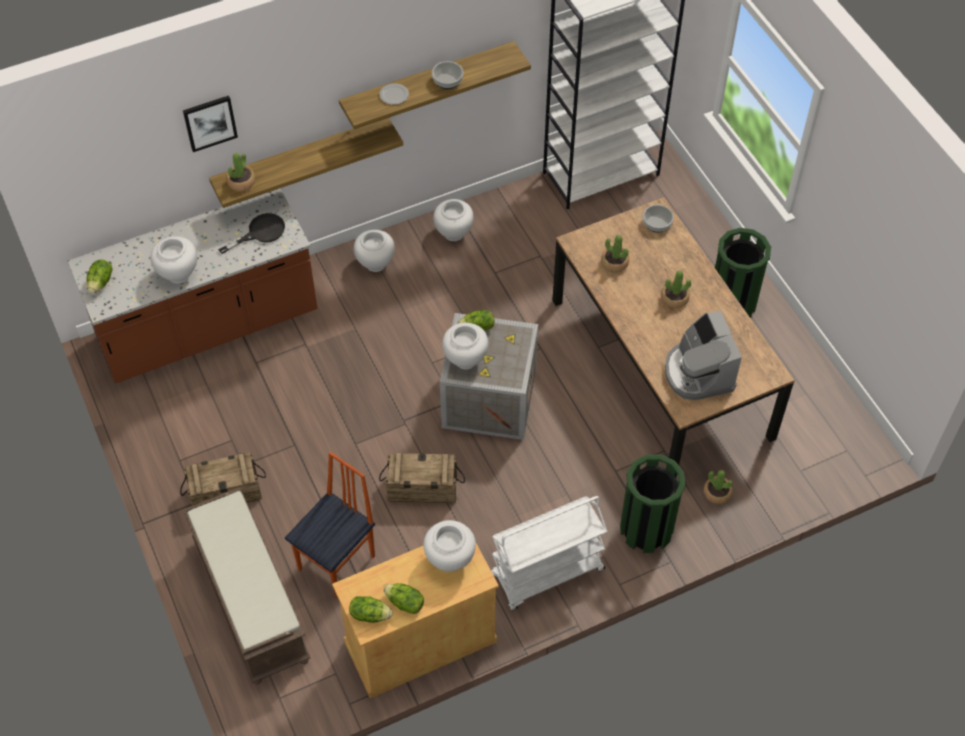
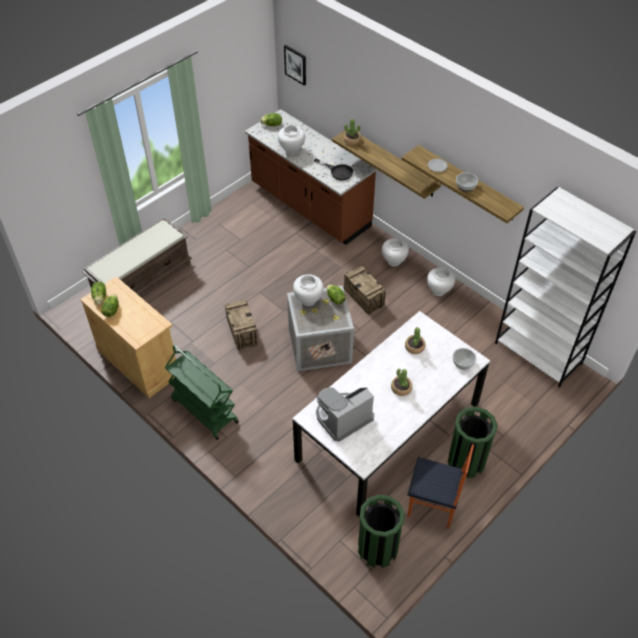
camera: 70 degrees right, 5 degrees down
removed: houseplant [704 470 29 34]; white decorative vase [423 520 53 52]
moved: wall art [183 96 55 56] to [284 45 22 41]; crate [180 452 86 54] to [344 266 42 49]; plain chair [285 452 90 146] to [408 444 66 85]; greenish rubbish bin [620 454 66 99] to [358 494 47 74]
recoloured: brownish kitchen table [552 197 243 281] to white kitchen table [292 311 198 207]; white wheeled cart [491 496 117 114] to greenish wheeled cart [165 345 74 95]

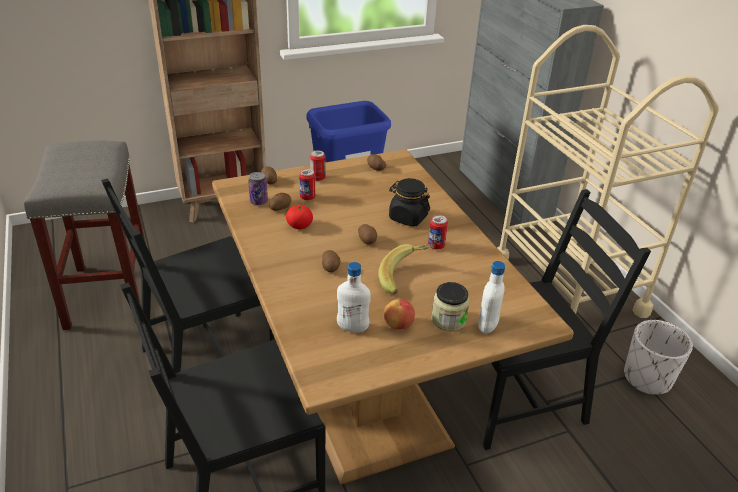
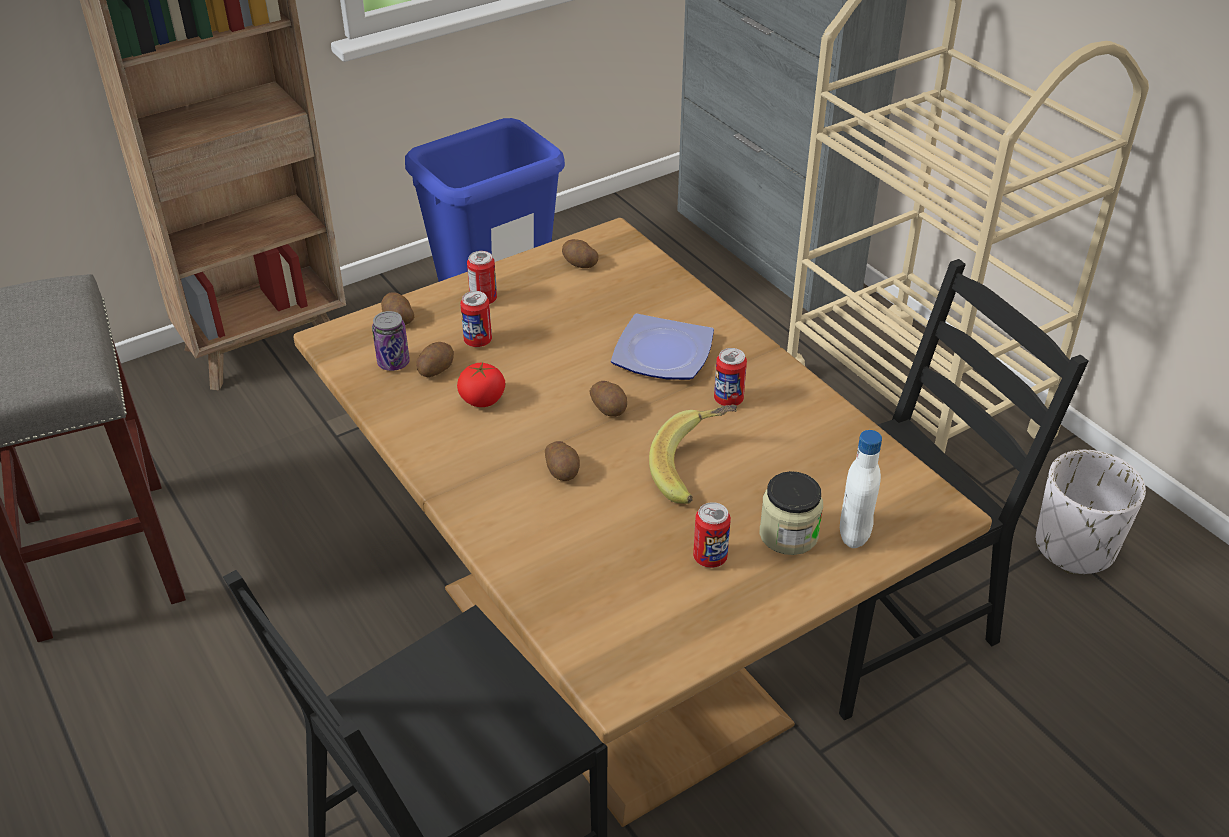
camera: 10 degrees left, 5 degrees up
removed: black plain chair [101 179 174 194]; white beverage bottle [337 262 34 71]
replaced: black storage jar [389 178 41 49] to flat dish [611 313 103 67]; apple fruit [384 299 31 30] to sealed can [693 502 38 66]

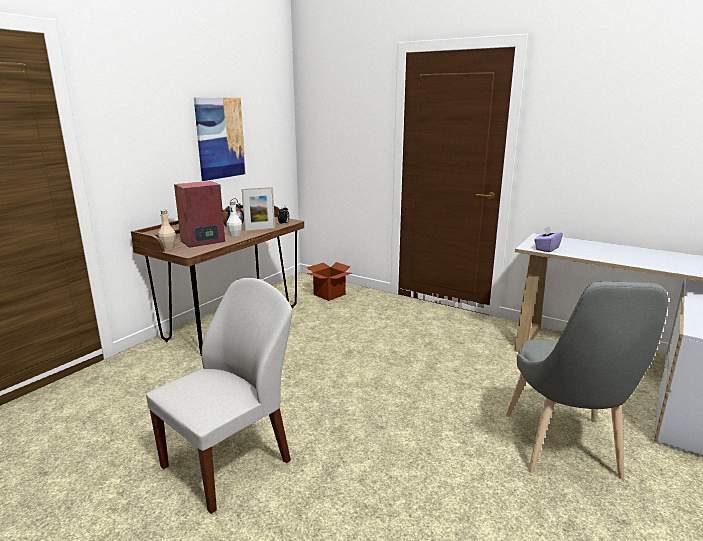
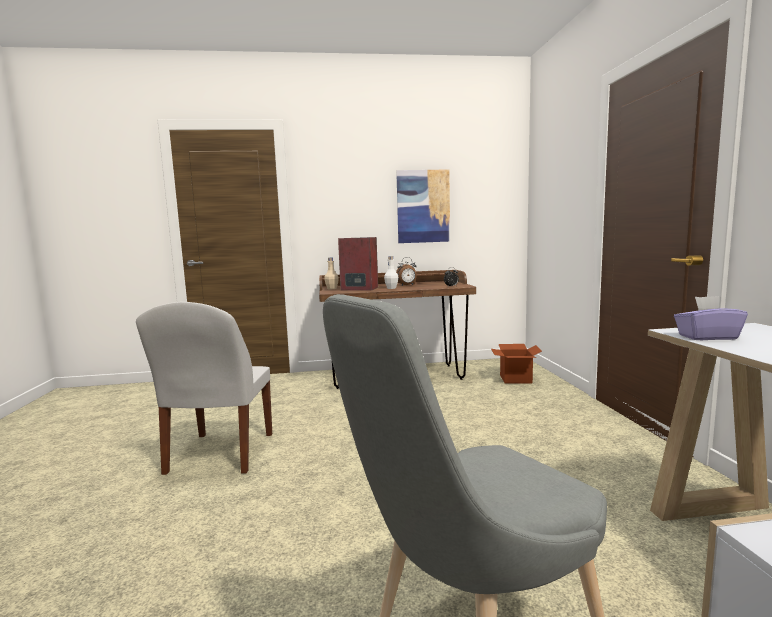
camera: 50 degrees right, 10 degrees down
removed: picture frame [242 187 33 44]
turned: white plain chair [146 278 146 236] = [136 302 136 173] 90 degrees clockwise

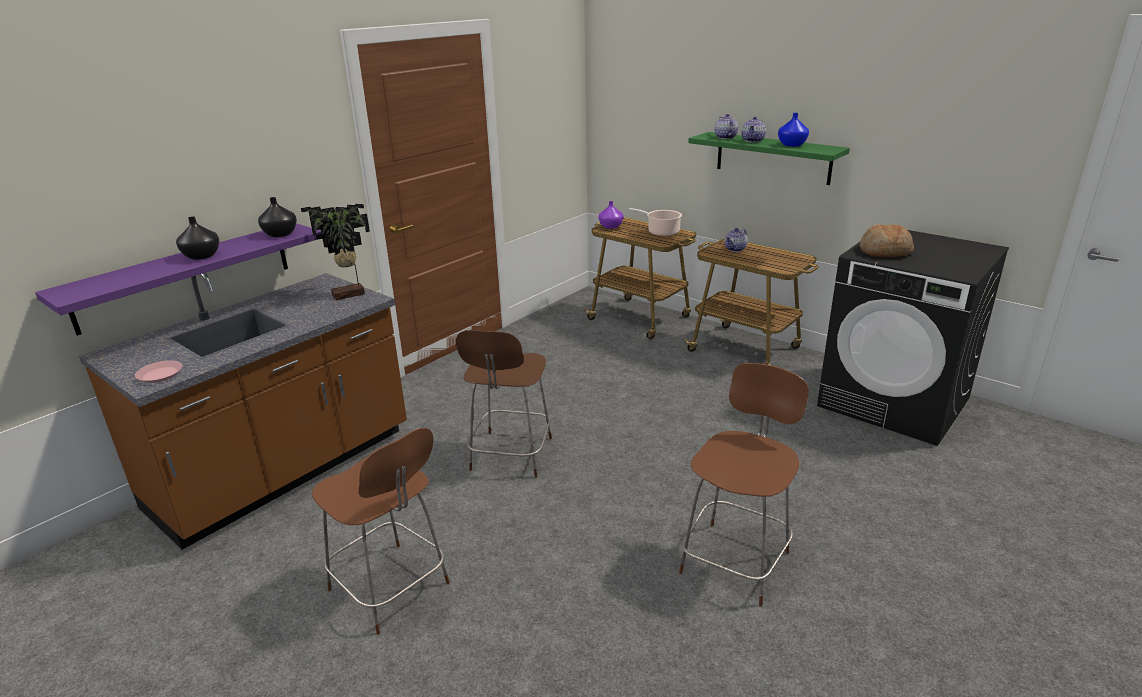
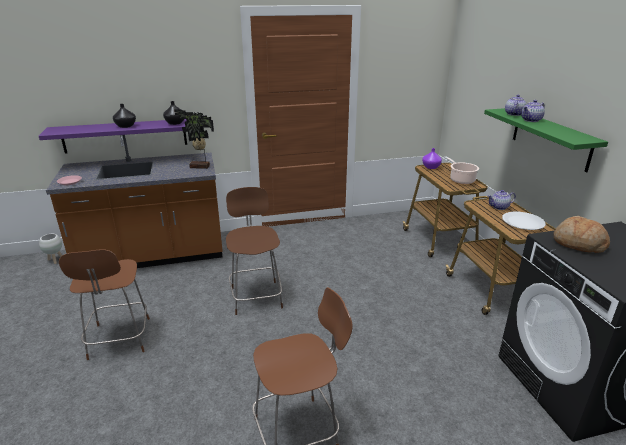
camera: 35 degrees right, 0 degrees up
removed: blue decorative vase [778 113 31 34]
added: white flat dish [502 212 44 18]; white plant pot [39 234 23 30]
turned: brownish plain chair [456 330 96 147] = [226 187 57 128] 120 degrees clockwise

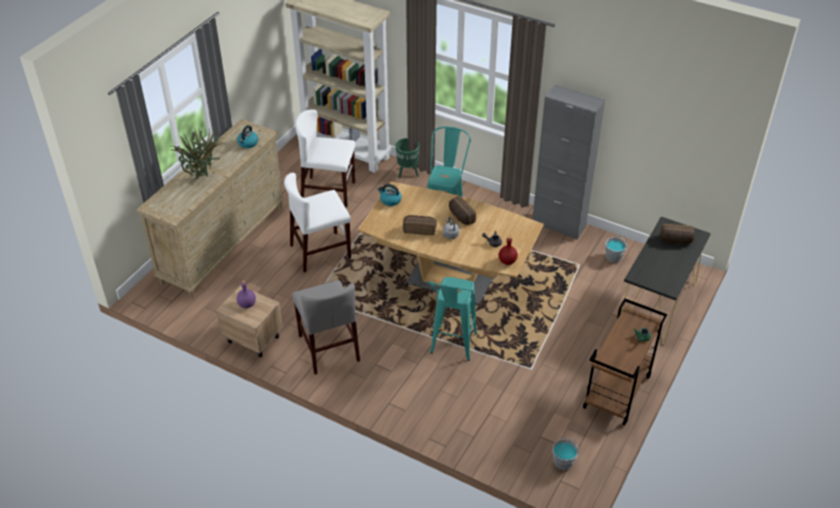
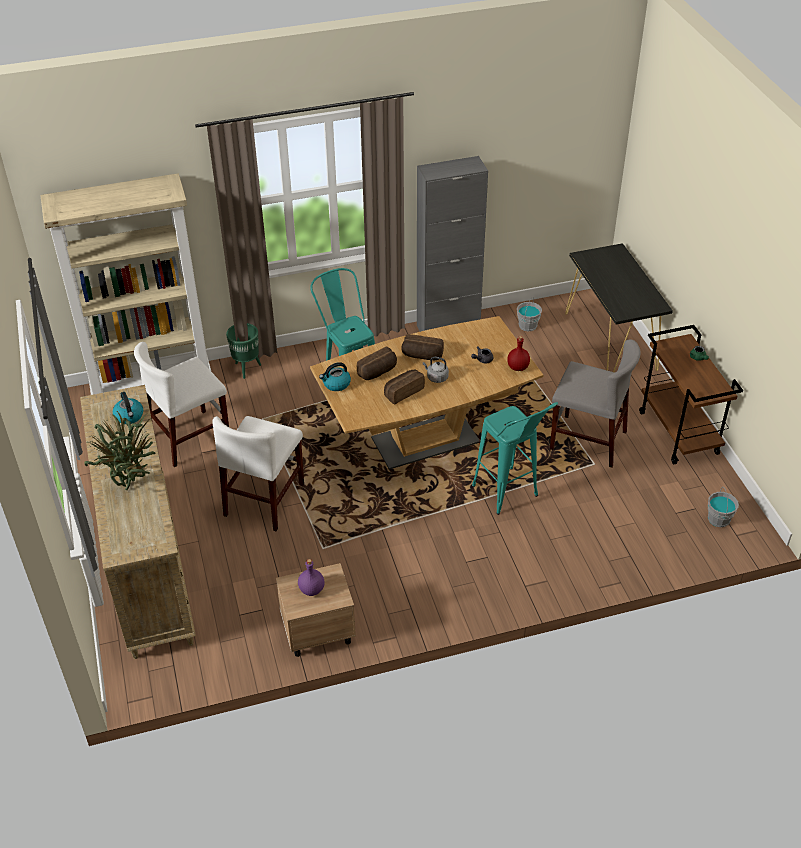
camera: 45 degrees left, 0 degrees up
moved: baked bread [660 224 35 20] to [357 346 40 34]; grey plain chair [292 280 68 95] to [550 339 90 128]

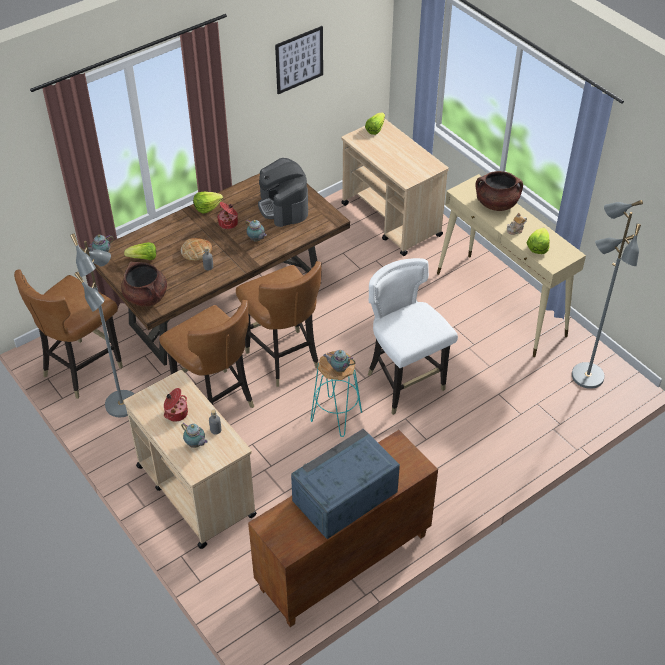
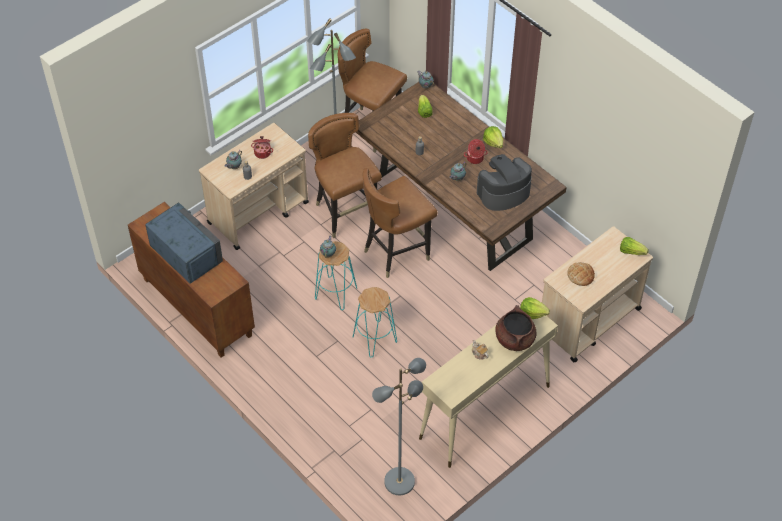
camera: 85 degrees right, 5 degrees up
removed: wall art [275 26 48 68]; brownish stockpot [121 262 46 44]
moved: lettuce [527 228 23 26] to [520 297 30 22]; baked bread [181 238 31 23] to [567 262 28 24]
replaced: white plain chair [368 258 90 157] to blue-green stool seat [353 287 44 71]
turned: brownish plain chair [159 300 95 108] = [308 113 74 125] 105 degrees clockwise

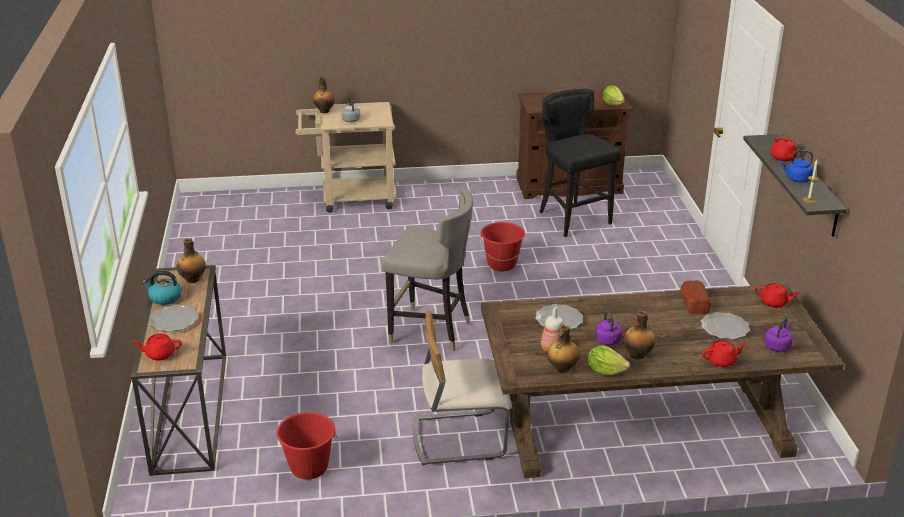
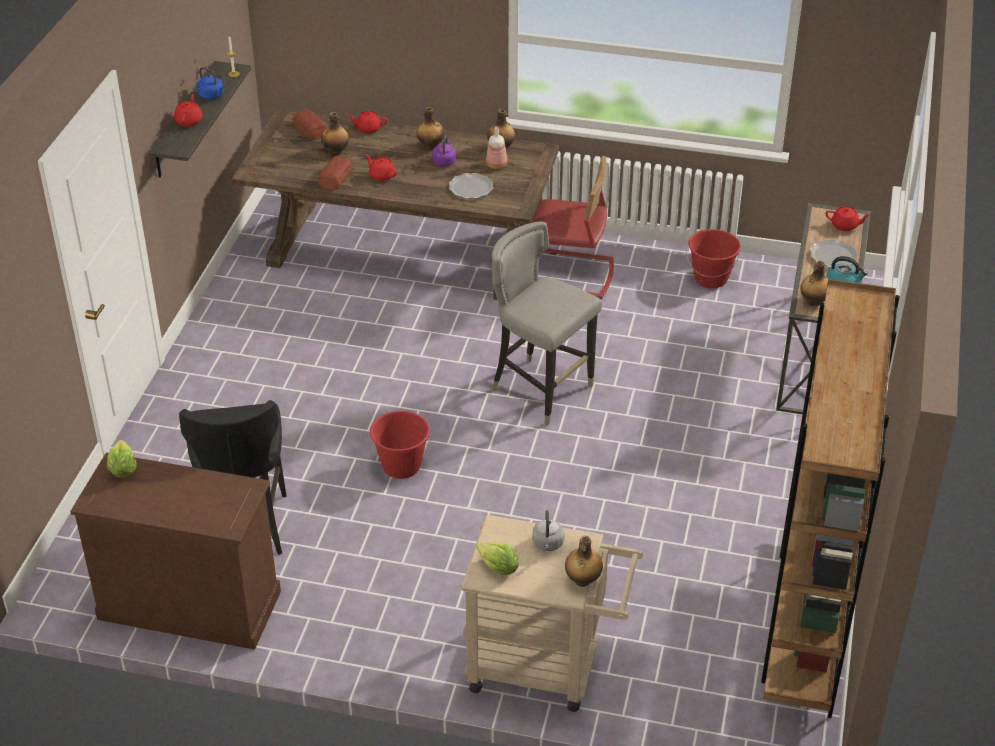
camera: 160 degrees left, 10 degrees up
added: brownish shelving unit [761 279 139 439]
moved: red tea pot [755 283 45 25] to [365 154 32 27]; lettuce [588 345 42 30] to [476 542 43 33]
replaced: flat dish [701 312 49 27] to beverage bottle [321 112 28 44]; purple-coloured kettle [764 318 29 34] to baked bread [293 109 34 31]
recoloured: beige-coloured plain chair [413 310 99 155] to red plain chair [531 156 83 143]

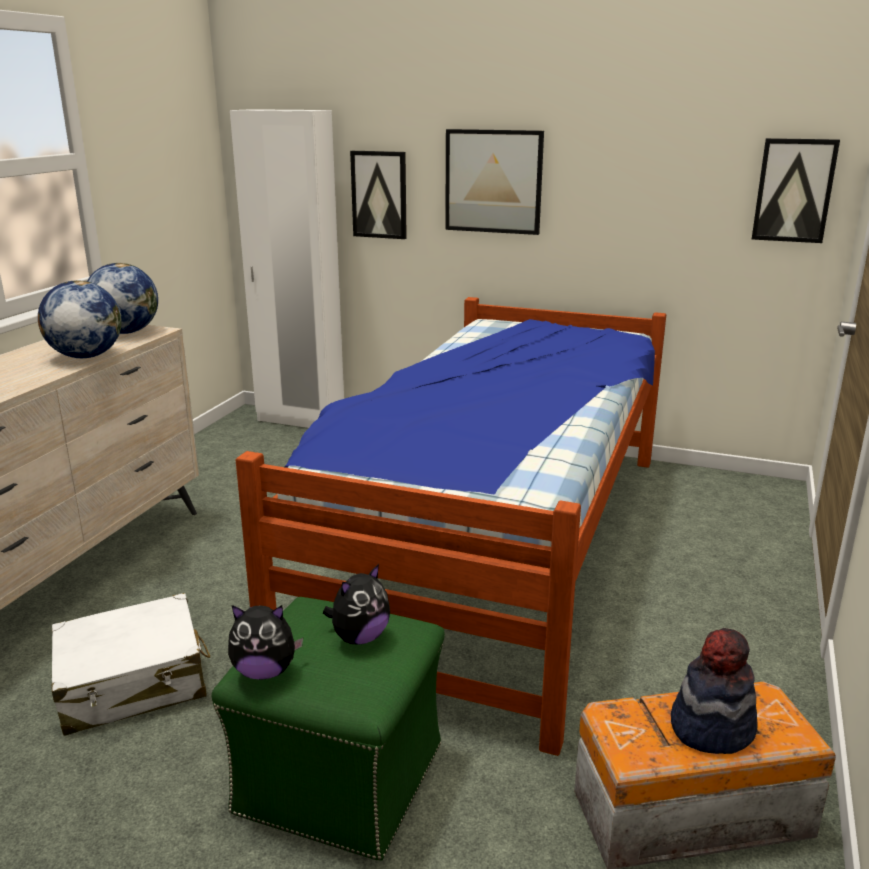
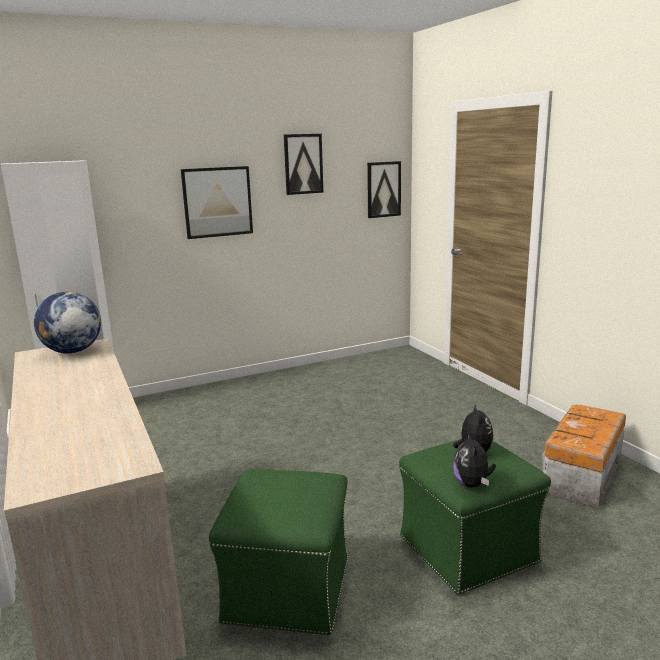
camera: 45 degrees left, 5 degrees down
removed: desk globe [38 280 84 78]; sleeping bed [236 297 430 459]; clothing hat [671 628 87 126]
moved: wall art [350 151 57 88] to [284 134 39 61]
replaced: white travel case [51 593 159 143] to greenish pouffe [209 469 139 166]
turned: soft toy [228 605 75 75] = [453 431 43 57] 135 degrees clockwise

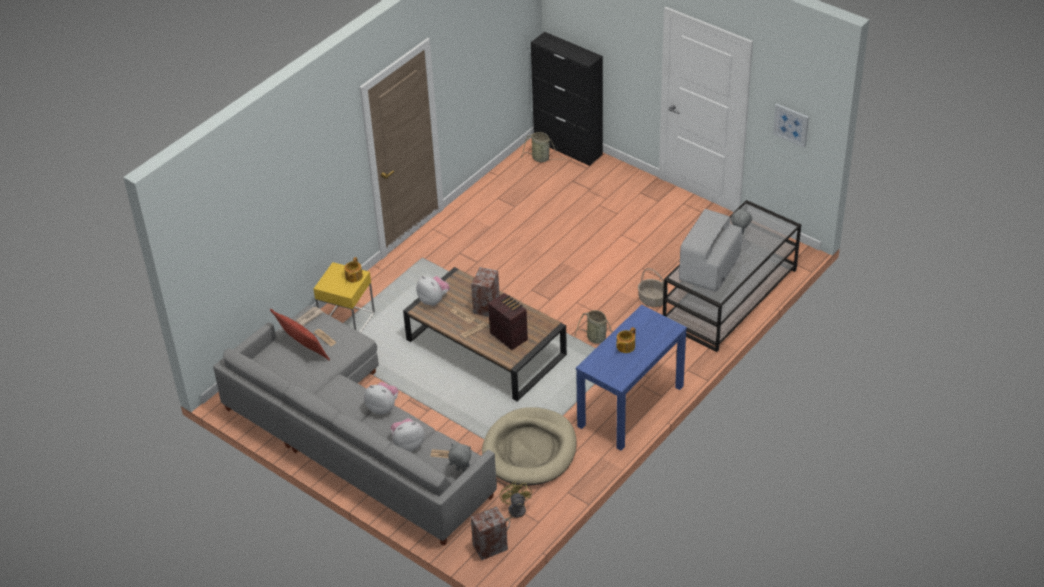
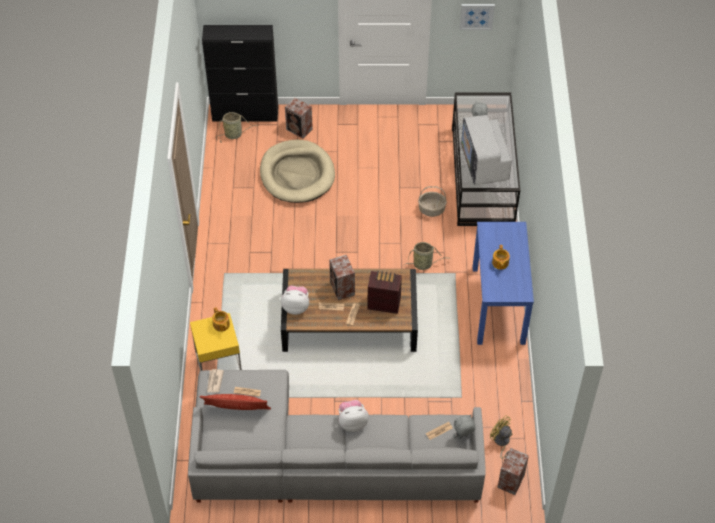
camera: 40 degrees left, 10 degrees up
removed: soft toy [391 418 33 33]
added: speaker [285 97 28 42]
moved: beige-coloured dog cushion [482 407 95 79] to [260 140 75 63]

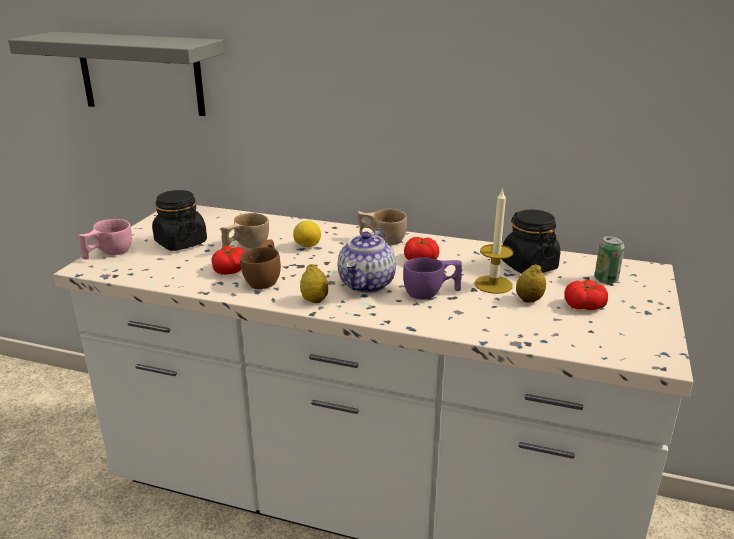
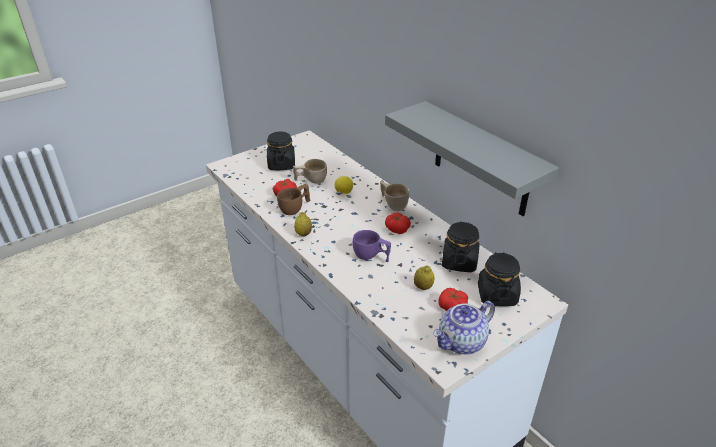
camera: 35 degrees right, 10 degrees up
removed: candle [474 188 39 106]; pink small cup [79 219 53 40]
moved: grey shelf [8 32 216 84] to [385 101 174 115]; tea pot [338 228 58 65] to [433 301 62 53]
replaced: sealed can [594 236 31 48] to black storage jar [478 252 43 54]

